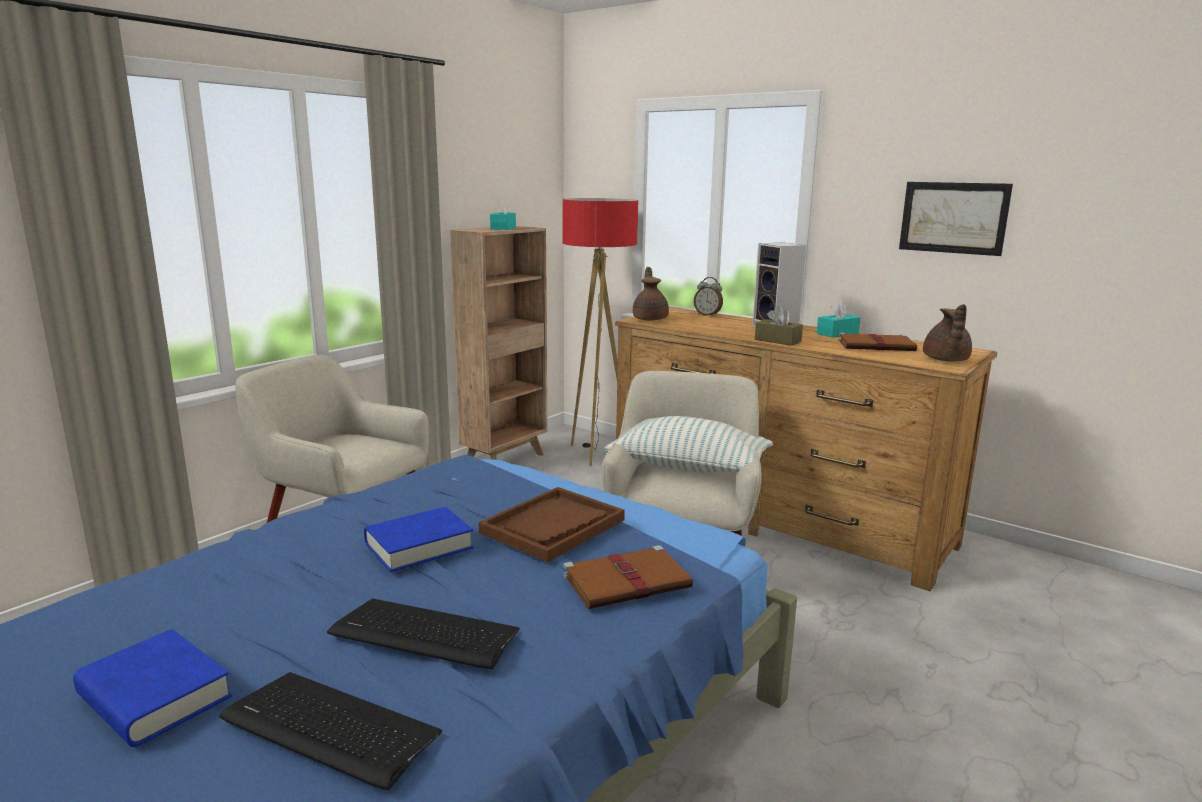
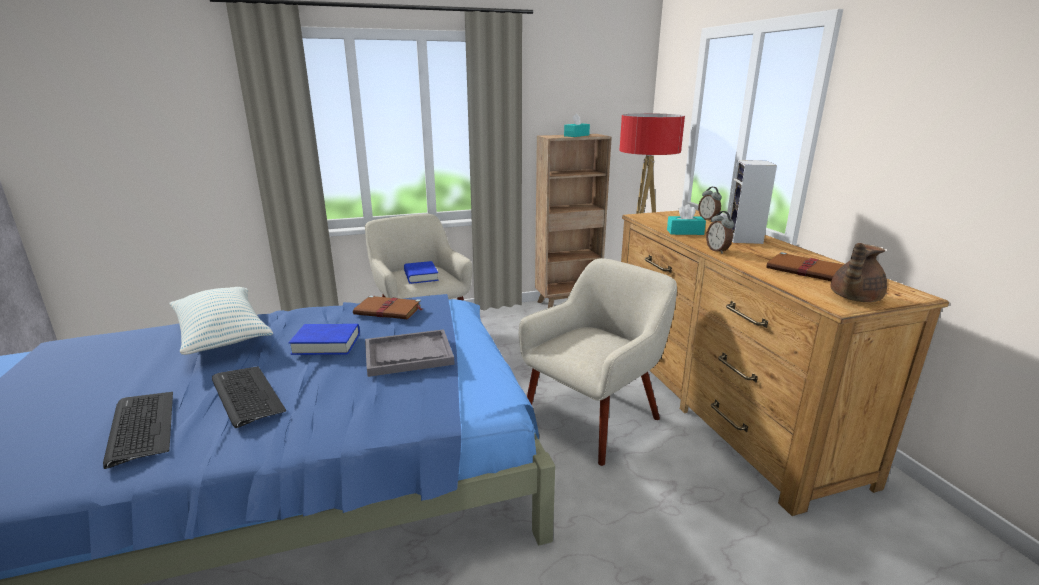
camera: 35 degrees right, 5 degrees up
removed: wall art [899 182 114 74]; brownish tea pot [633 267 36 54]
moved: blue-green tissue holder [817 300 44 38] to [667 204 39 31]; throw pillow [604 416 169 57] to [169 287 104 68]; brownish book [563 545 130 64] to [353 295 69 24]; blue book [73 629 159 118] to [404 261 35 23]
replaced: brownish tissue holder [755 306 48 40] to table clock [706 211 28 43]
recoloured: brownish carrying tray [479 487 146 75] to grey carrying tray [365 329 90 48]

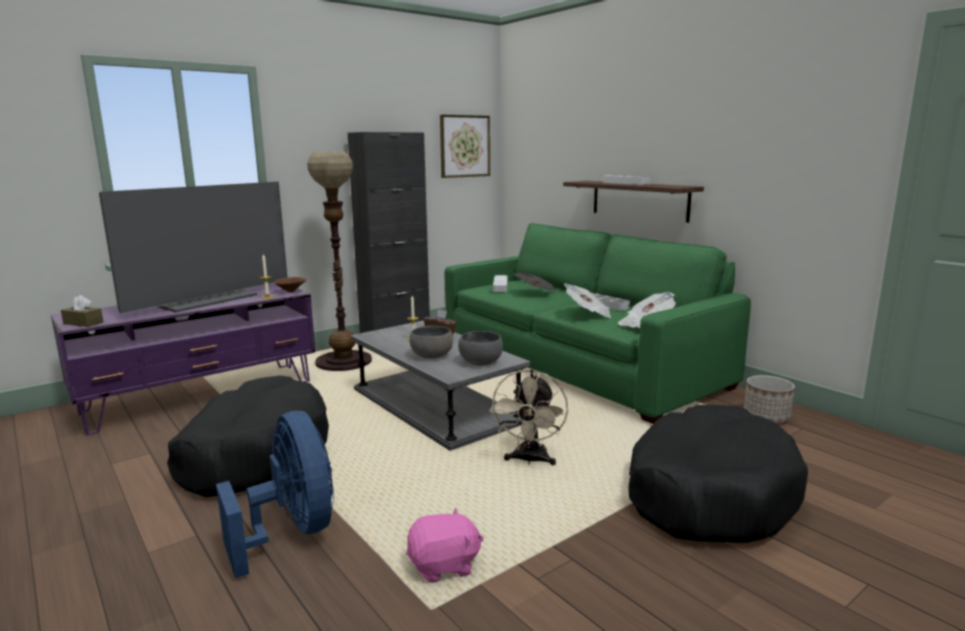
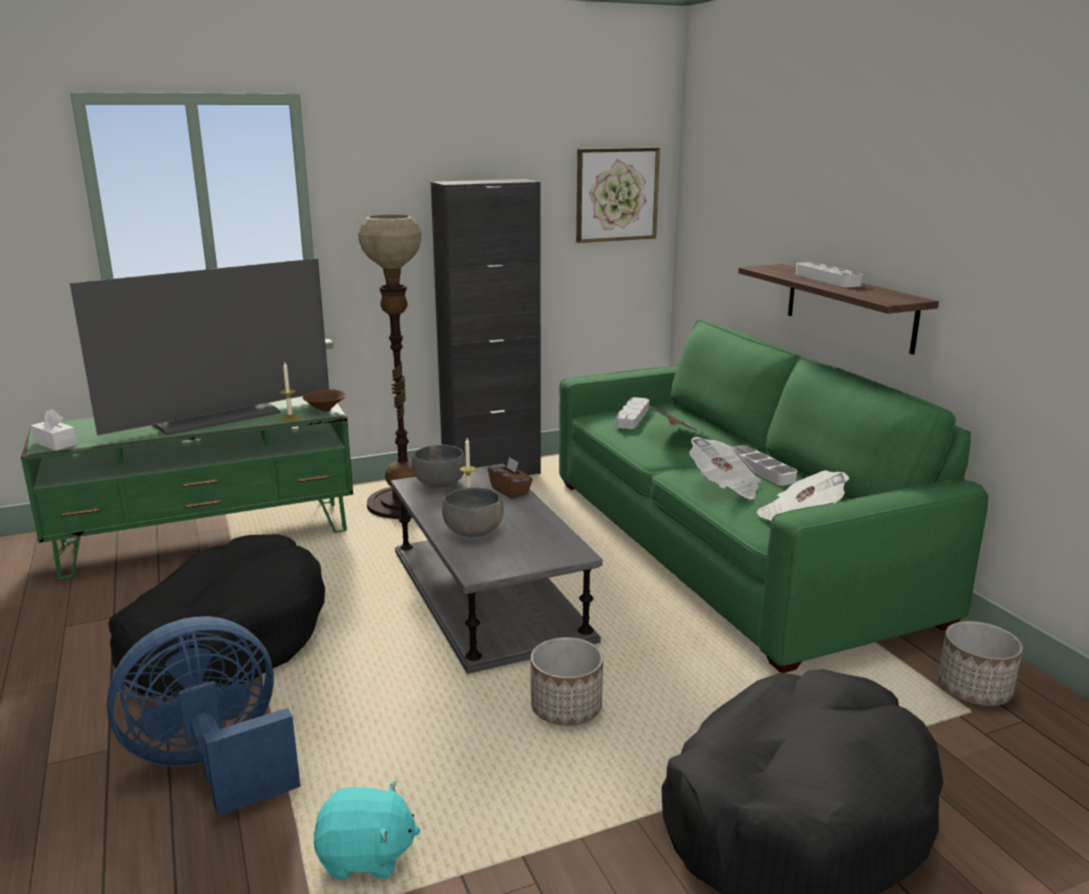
camera: 15 degrees right, 5 degrees up
moved: grey bowl [458 331 45 35] to [412 445 54 43]
replaced: beige-coloured fan [490 369 78 96] to plant pot [531 637 72 89]
recoloured: purple-coloured tv stand [51 284 264 151] to greenish tv stand [21 396 332 184]; brownish tissue holder [61 295 42 32] to white tissue holder [31 409 46 42]; pink soft toy [406 508 78 75] to blue-green soft toy [314 781 107 99]
turned: blue fan [216 411 118 167] = [107 616 194 200] 105 degrees counterclockwise

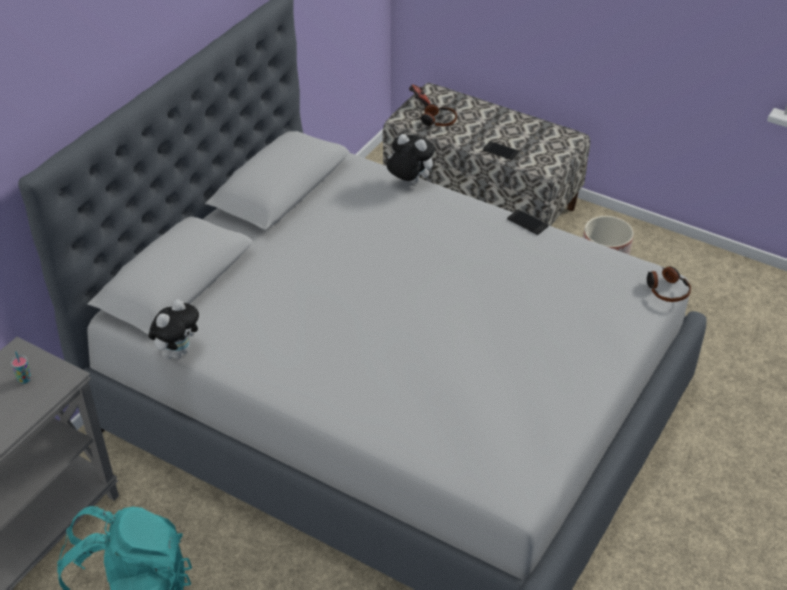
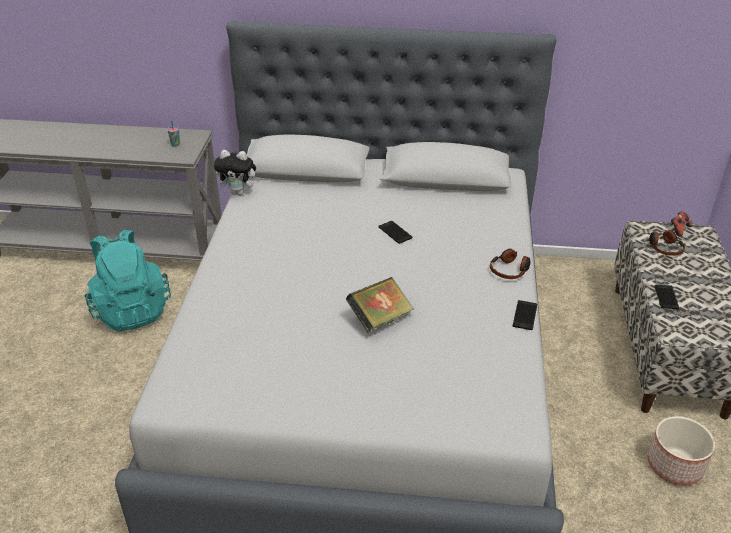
camera: 65 degrees right, 5 degrees down
removed: soft toy [387 134 48 49]
added: telephone [378 221 34 23]; book [346 277 68 56]
moved: headphones [647 266 44 36] to [490 249 41 30]

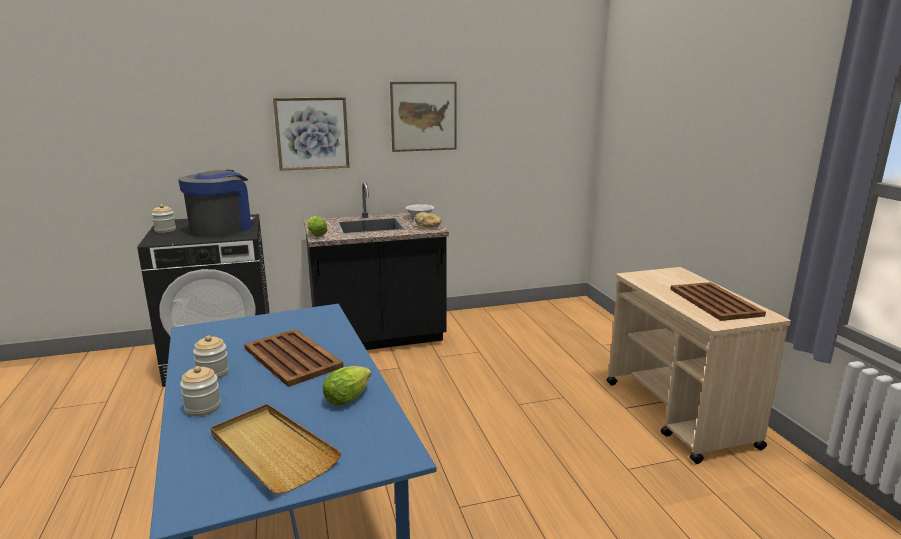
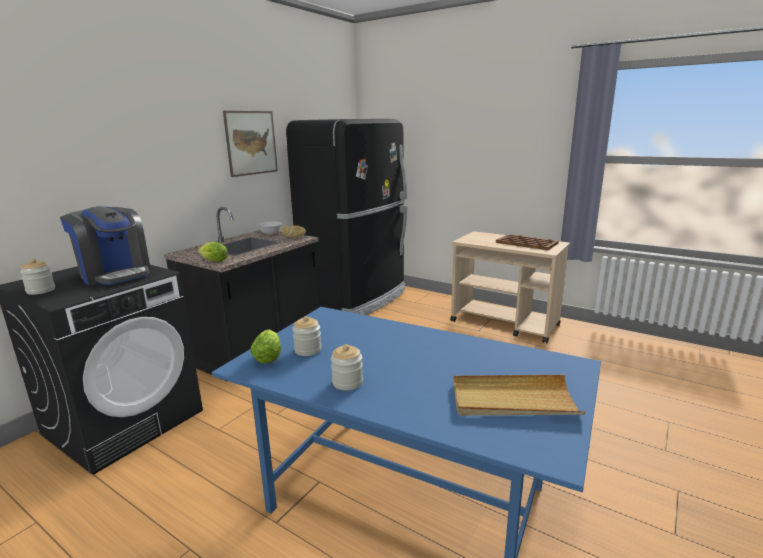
camera: 40 degrees left, 0 degrees up
removed: wall art [273 97 76 74]; brownish carrying tray [244 329 99 58]
added: black refrigerator [286 119 121 196]
moved: storage jar [180 366 41 50] to [292 316 30 40]; lettuce [322 366 49 39] to [250 330 31 34]
turned: coffee machine [178 170 78 68] = [60 206 91 79] 150 degrees clockwise

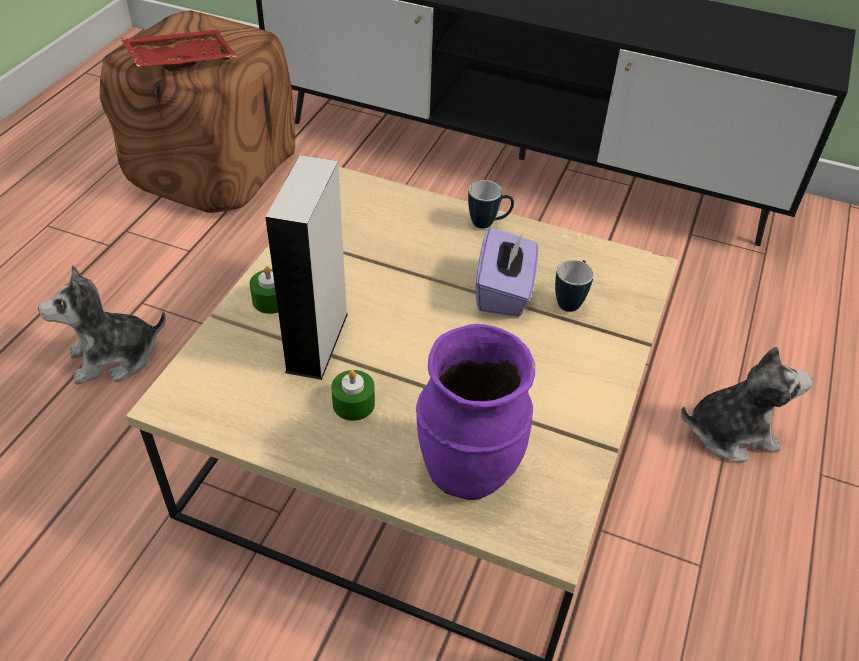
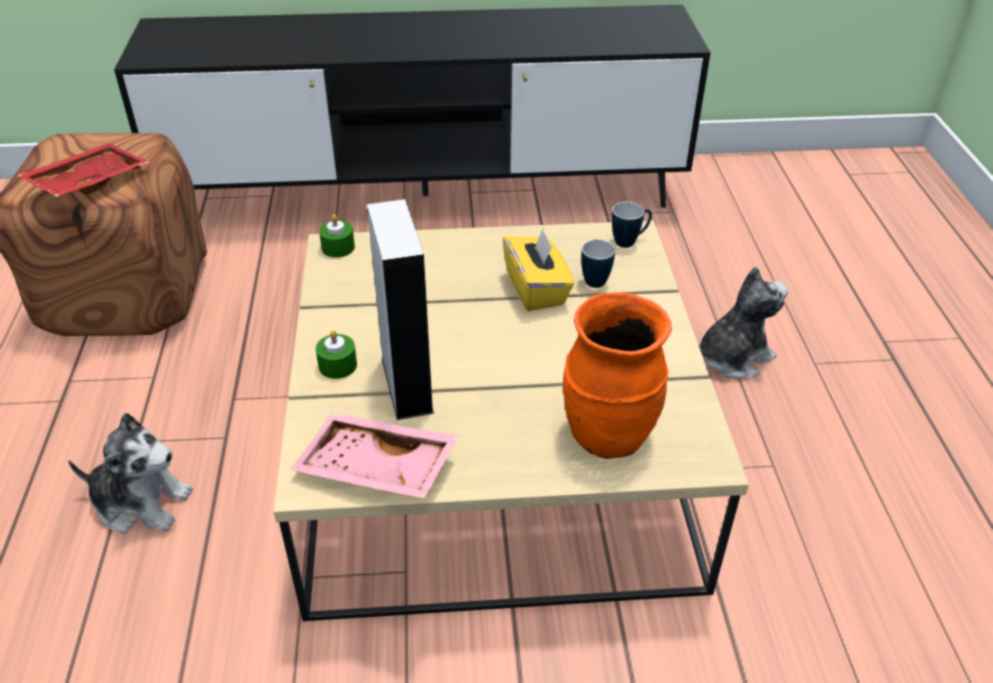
camera: 25 degrees left, 5 degrees down
added: pink carrying tray [290 413 169 86]
moved: coffee mug [468 180 46 49] to [612 202 40 46]; greenish candle [331 370 44 51] to [319 214 36 44]
recoloured: purple-coloured tissue holder [475 227 64 90] to yellowish tissue holder [502 229 72 82]; purple-coloured decorative vase [416 324 119 176] to orange-coloured decorative vase [563 292 109 167]
turned: soft toy [38 265 128 120] = [68 413 125 121] 120 degrees counterclockwise

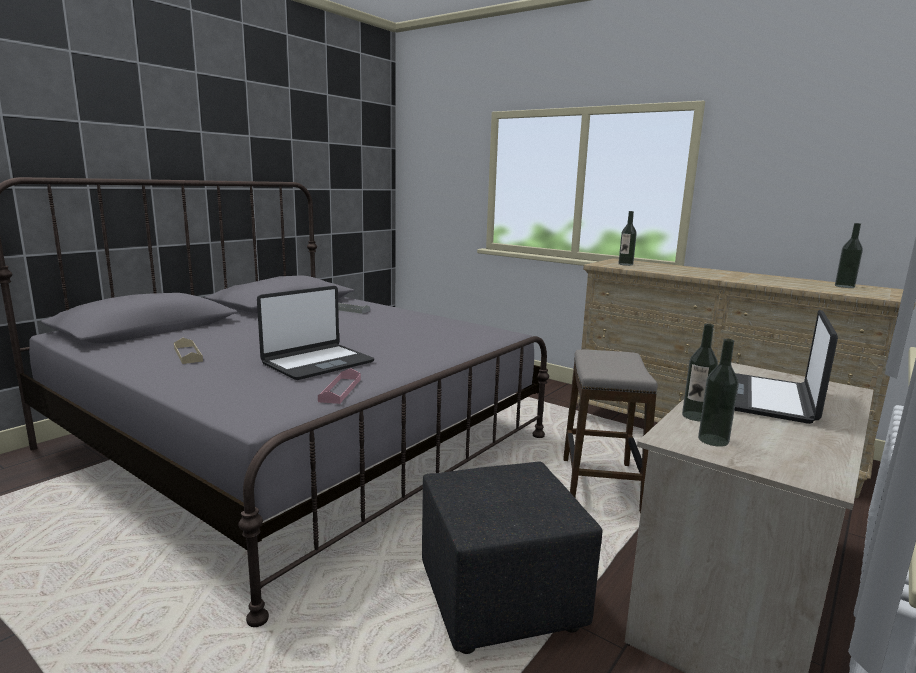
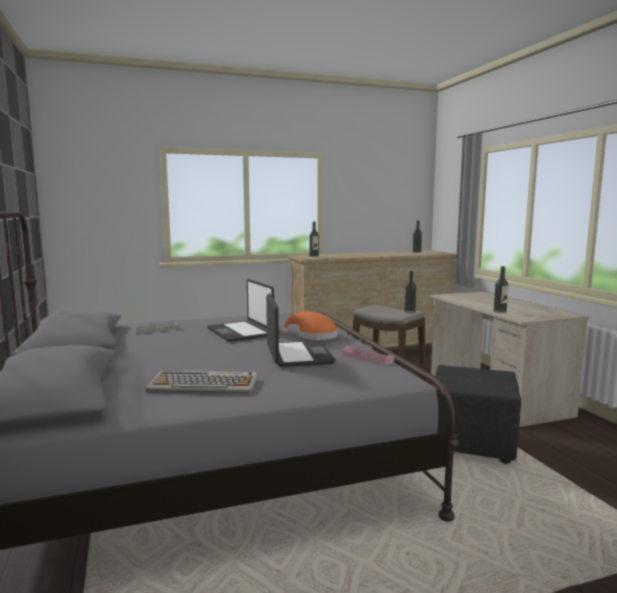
camera: 55 degrees left, 5 degrees down
added: orange-coloured clothing hat [281 311 57 29]
moved: notebook computer [734 309 104 115] to [207 279 67 63]; beverage bottle [698 339 41 108] to [404 271 13 42]
replaced: beige-coloured carrying tray [174 338 29 26] to PC keyboard [145 371 112 24]

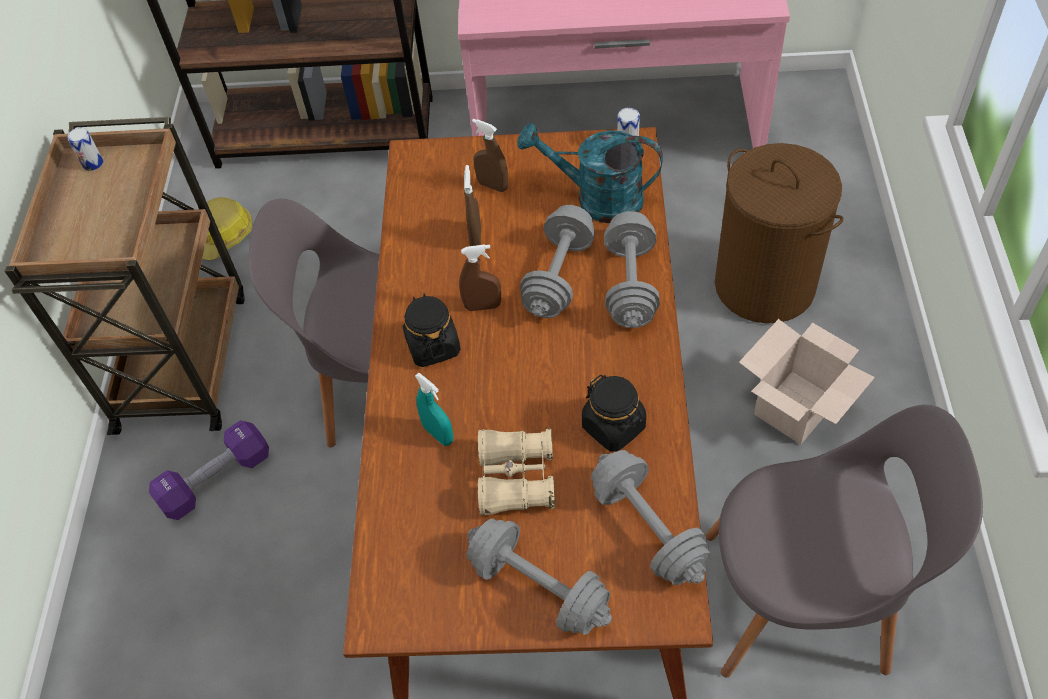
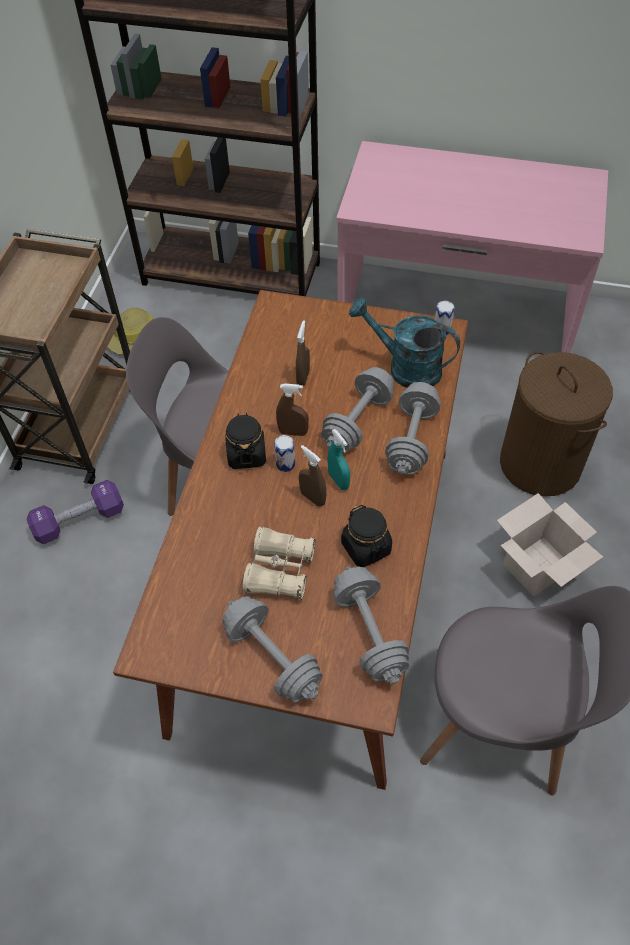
camera: 10 degrees right, 0 degrees up
moved: brownish hand sprayer [472 119 36 73] to [299 445 28 62]; sealed can [67 128 36 43] to [274 435 21 37]; blue-green hand sprayer [415 373 38 73] to [327 429 23 61]

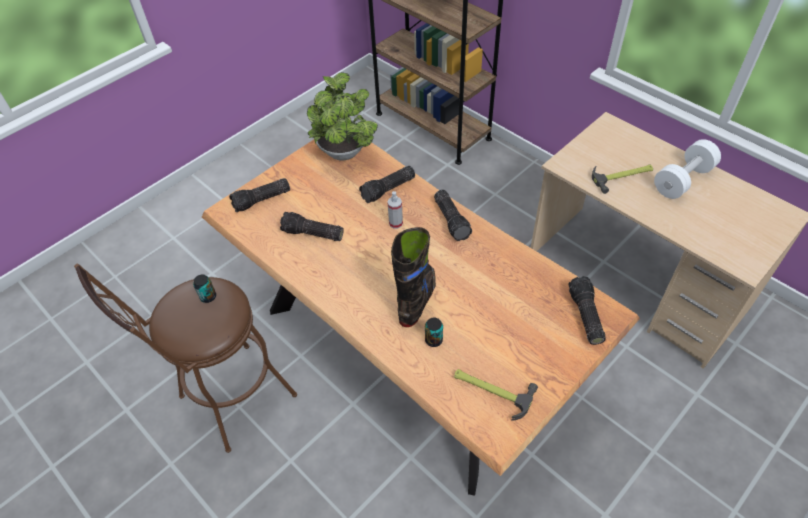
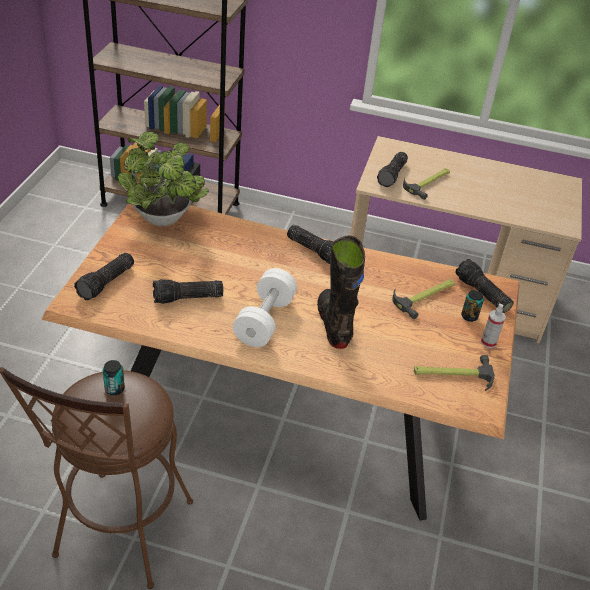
camera: 35 degrees left, 10 degrees down
added: hammer [392 279 63 40]
moved: white dumbbell [654 139 67 60] to [233 268 64 79]; hand torch [359 166 56 37] to [377 152 31 35]; hand sprayer [388 191 15 38] to [481 304 25 44]; sealed can [425 318 18 29] to [461 290 23 32]

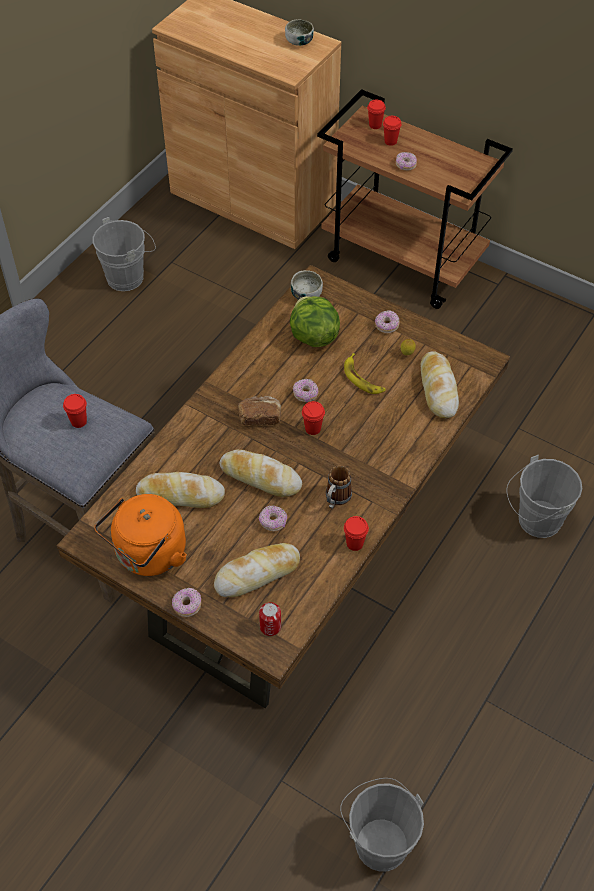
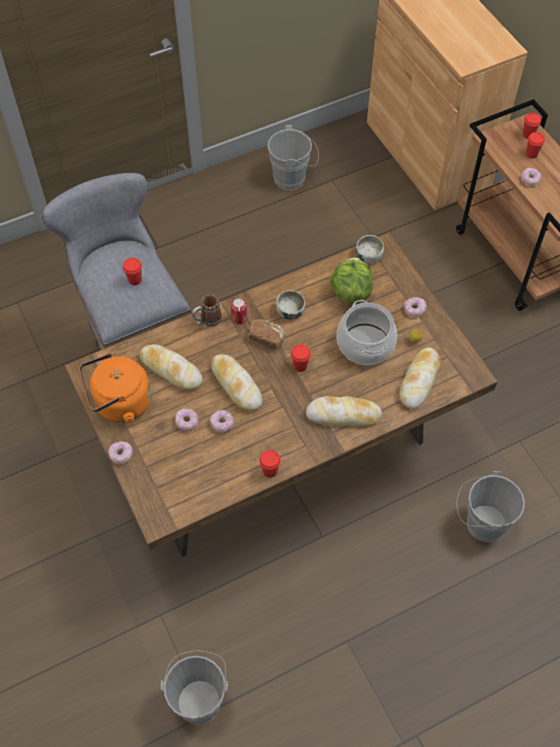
camera: 30 degrees right, 5 degrees up
moved: bowl [285 20 29 26] to [276 290 29 30]; doughnut [293 379 26 24] to [175 408 23 23]; coffee mug [326 465 26 44] to [192 295 30 31]; baked bread [214 543 86 54] to [306 396 76 30]; sealed can [259 602 22 34] to [231 298 17 26]
replaced: banana [344 353 42 41] to stockpot [337 300 60 65]

